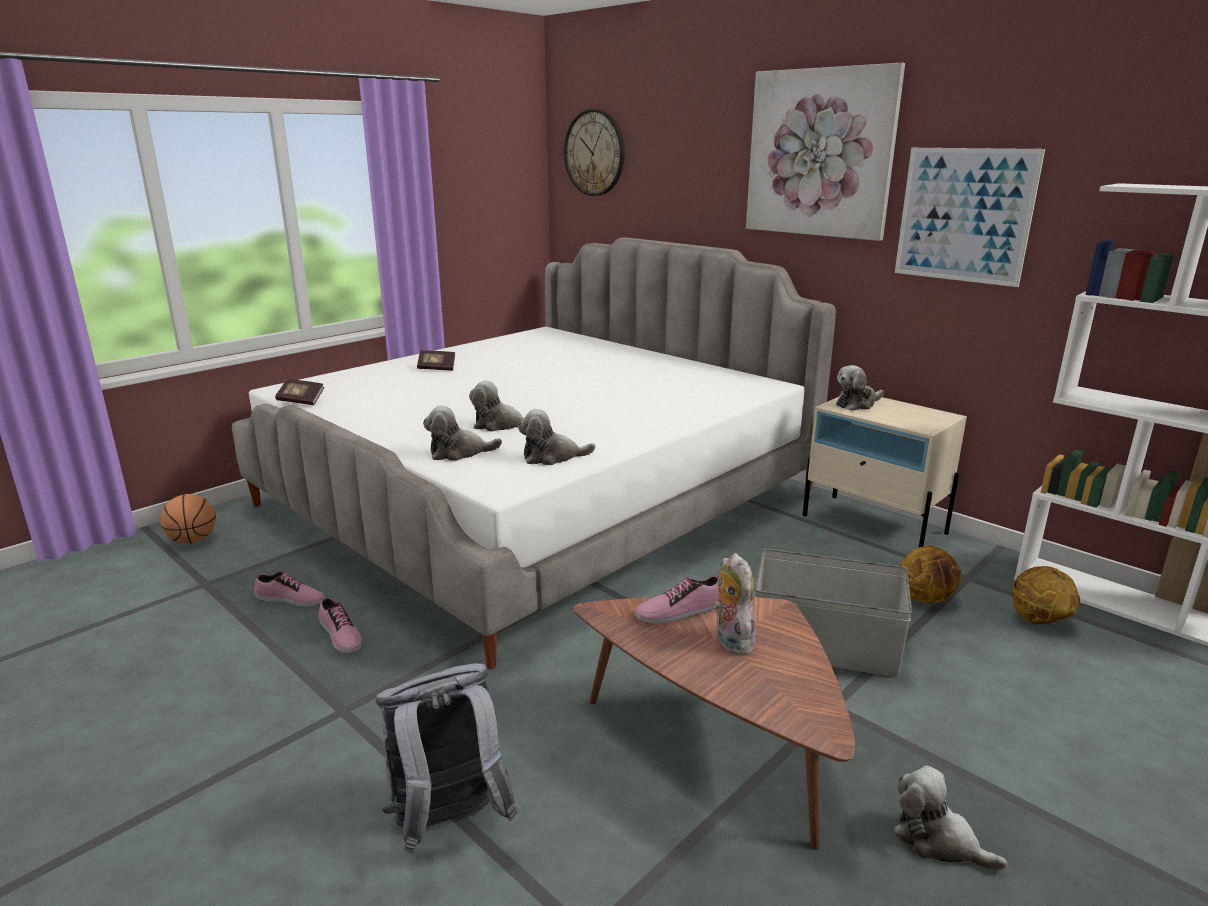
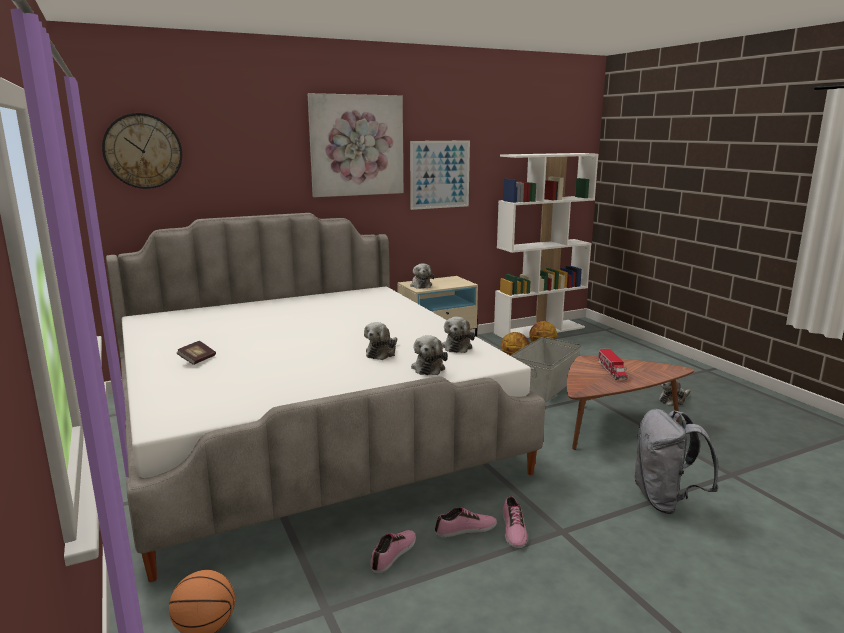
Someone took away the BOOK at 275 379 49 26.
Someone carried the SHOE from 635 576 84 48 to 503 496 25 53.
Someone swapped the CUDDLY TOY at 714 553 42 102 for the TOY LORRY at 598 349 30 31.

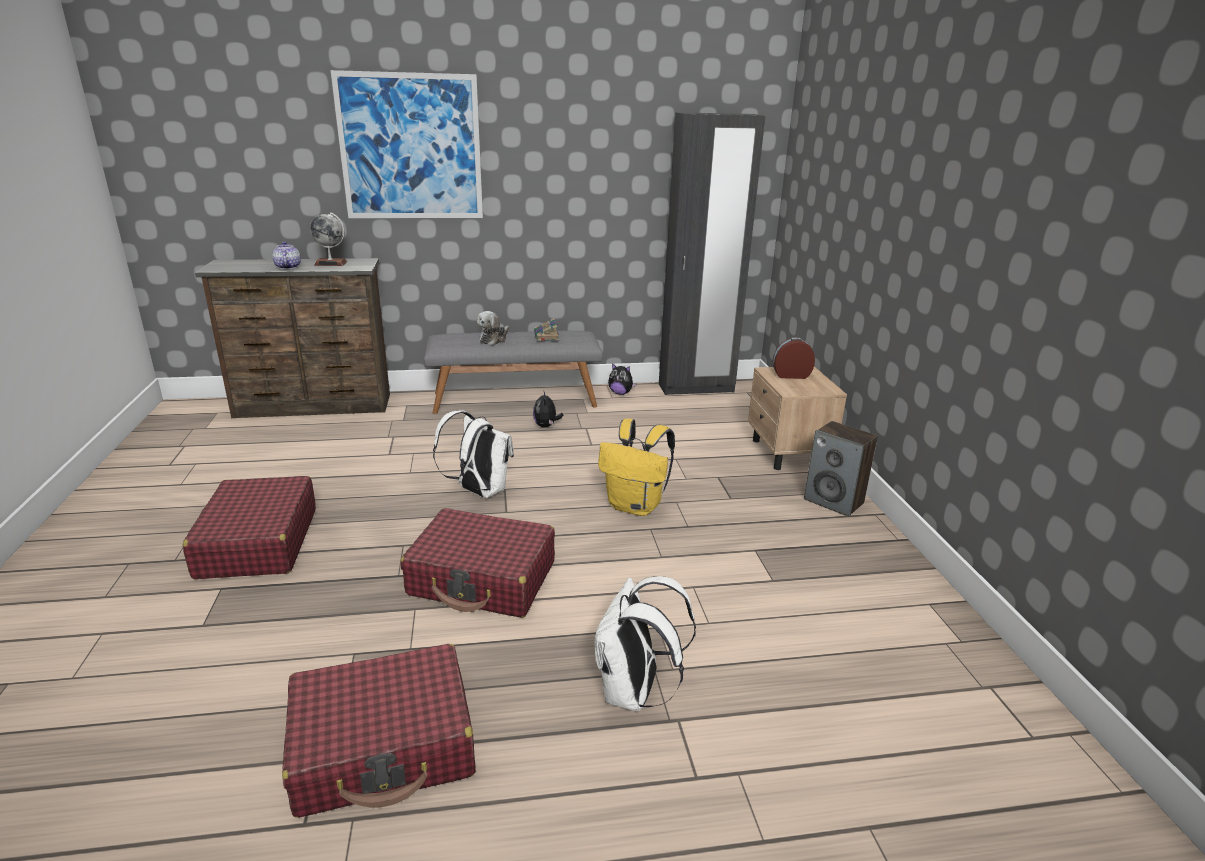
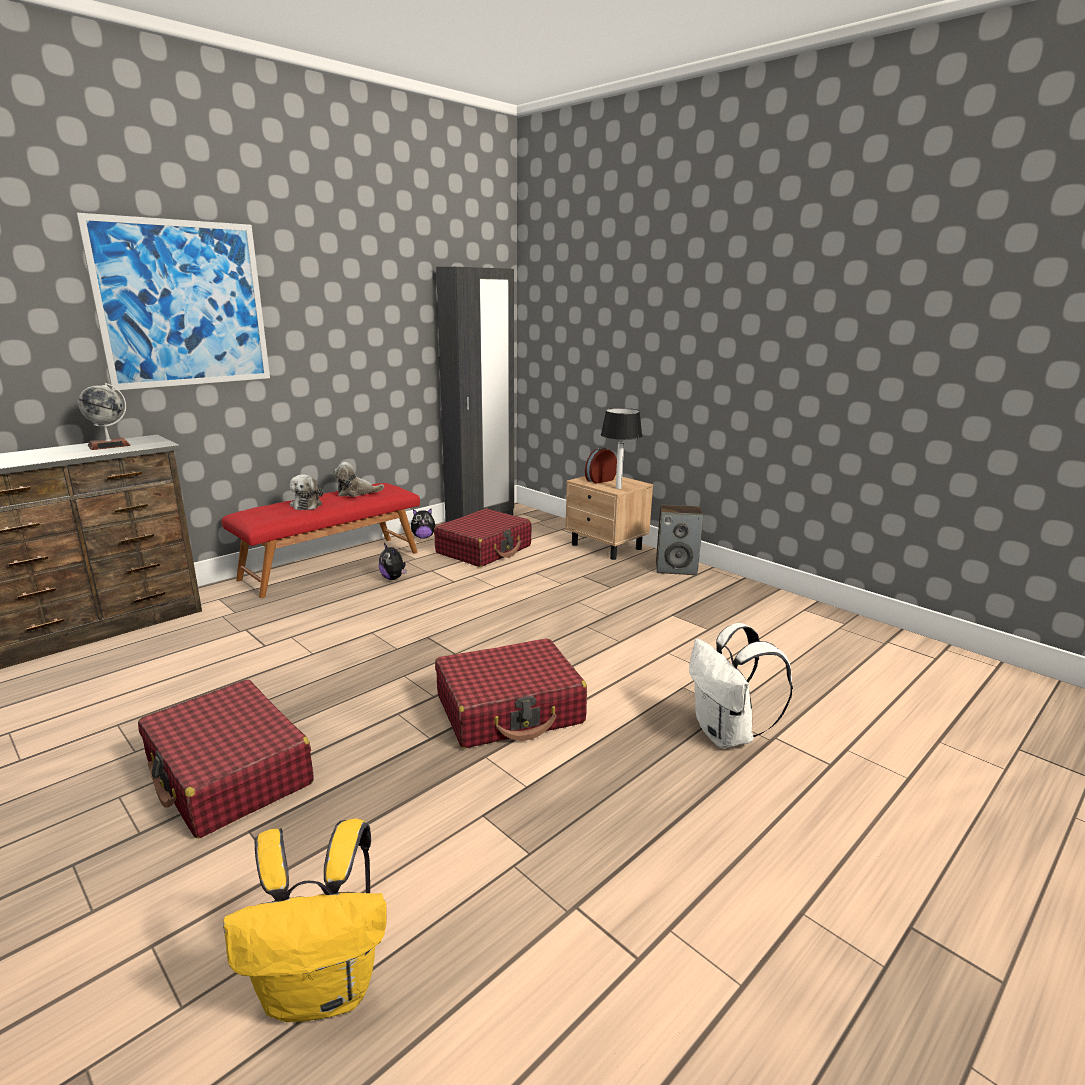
Someone took away the TEAPOT at 272 241 29 28.
Someone took away the WHITISH KNAPSACK at 433 411 81 87.
Someone put down the LAMP FOR A TABLE at 601 408 41 81.
Someone carried the RED-COLOURED SUITCASE from 282 644 194 174 to 434 509 97 58.
Someone carried the YELLOWISH KNAPSACK from 598 419 77 97 to 223 819 163 203.
Someone swapped the BOOK at 534 318 26 23 for the CUDDLY TOY at 333 462 51 35.
Someone repainted the GRAY BENCH at 424 331 179 83, which became the RED-COLOURED BENCH at 222 483 198 115.

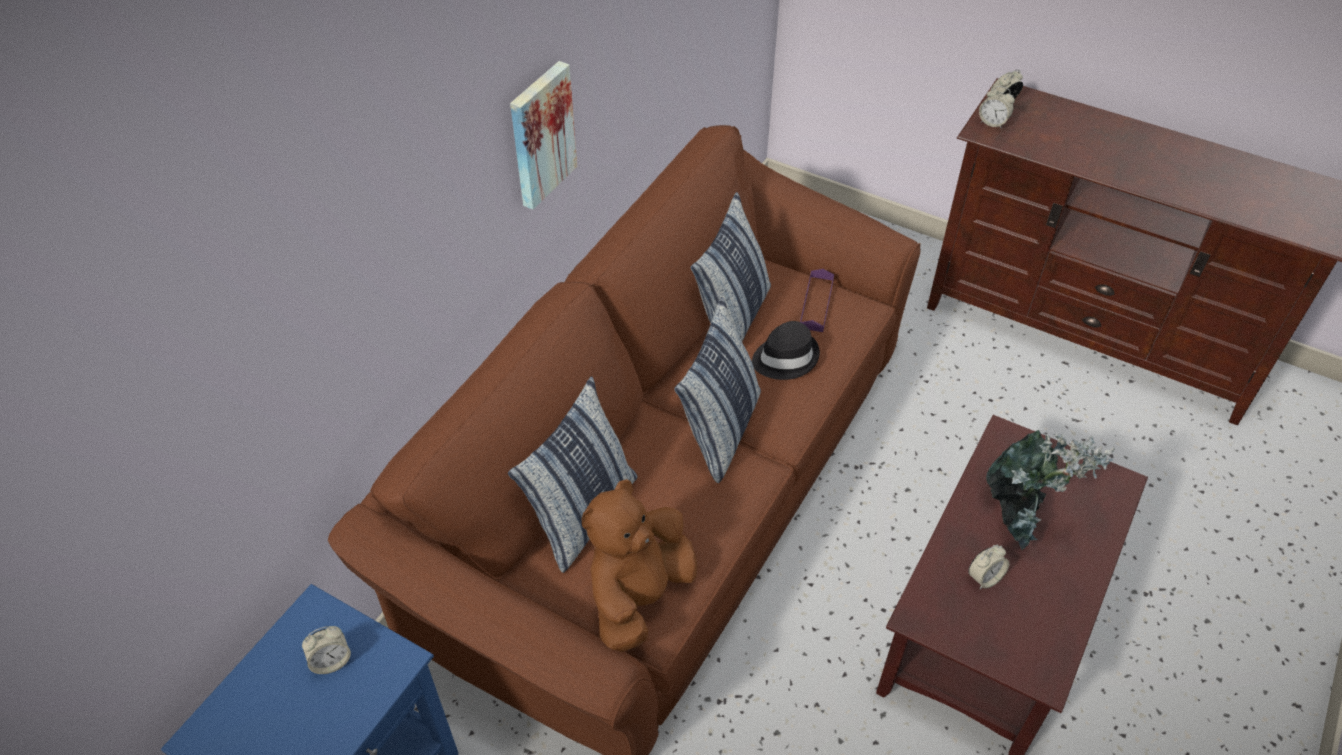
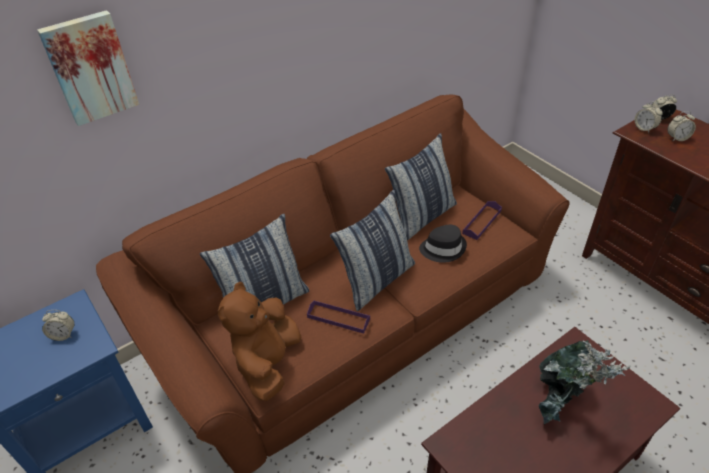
Someone put down the PURPLE-COLOURED SERVING TRAY at 307 300 63 34.
Someone carried the WALL ART from 510 61 67 148 to 37 10 102 116.
Someone carried the ALARM CLOCK from 968 545 41 44 to 667 111 29 31.
Someone rotated the BROWNISH CUDDLY TOY at 582 479 115 173 by 45 degrees counterclockwise.

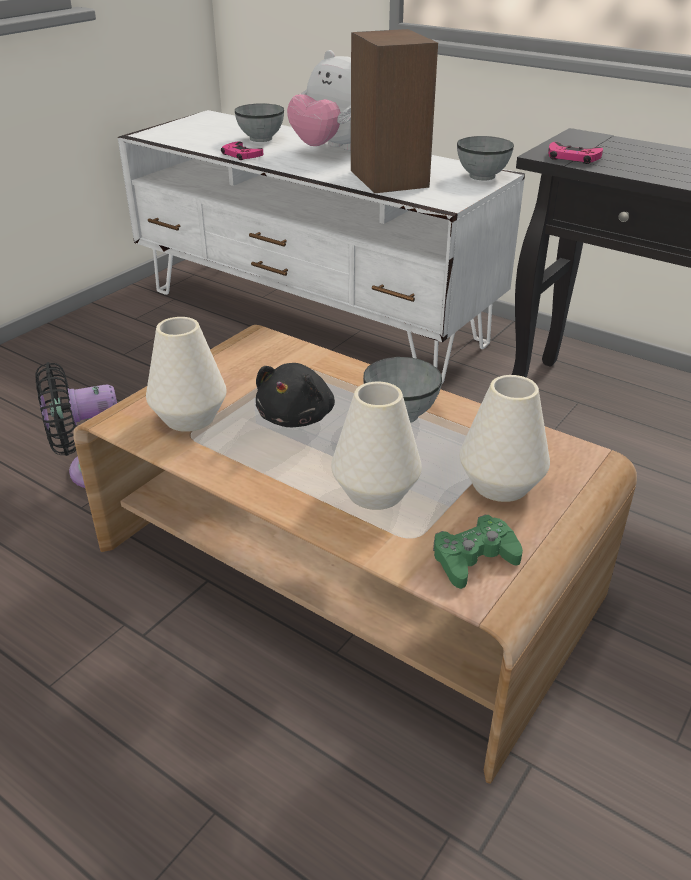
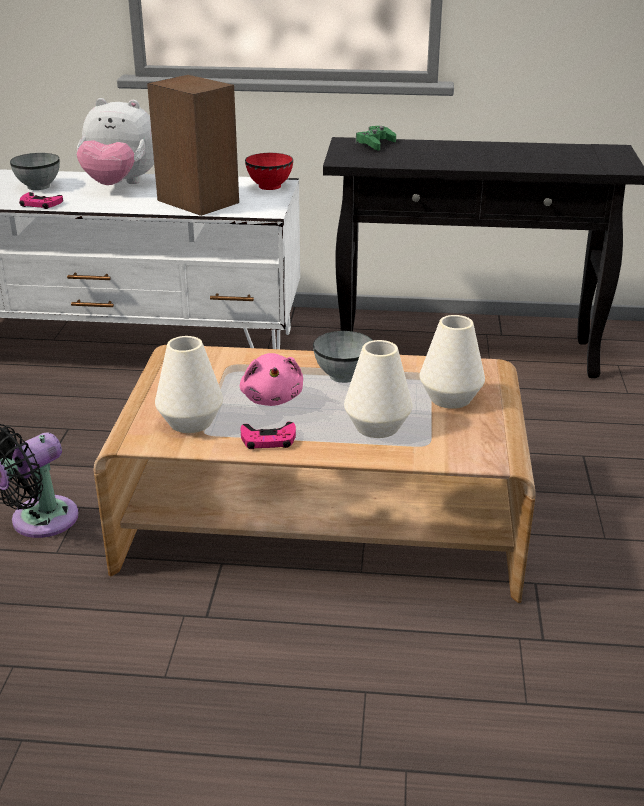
Someone carried the GREEN JOYPAD from 433 515 90 74 to 355 126 41 25.
Someone carried the PINK JOYPAD from 548 142 55 22 to 241 422 55 27.
Someone repainted the BLACK-COLOURED CUDDLY TOY at 256 363 79 64, which became the PINK CUDDLY TOY at 240 353 63 53.
Someone repainted the GRAY BOWL at 457 136 57 44, which became the RED-COLOURED BOWL at 245 153 48 37.

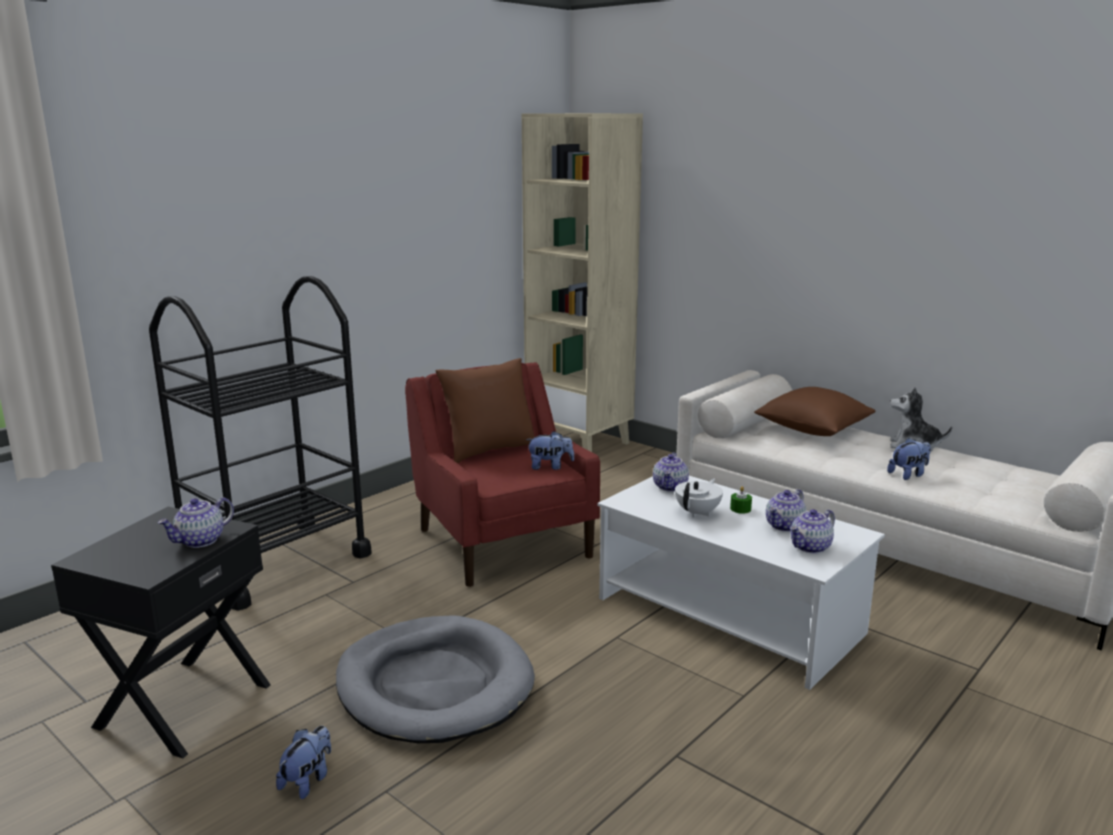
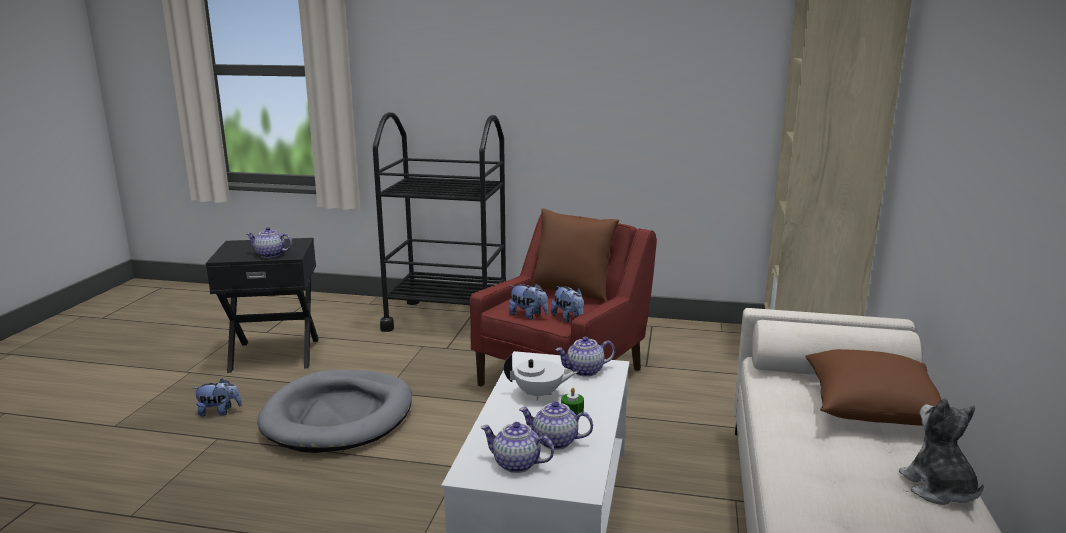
Someone carried the CUDDLY TOY from 887 438 44 42 to 509 283 39 36.

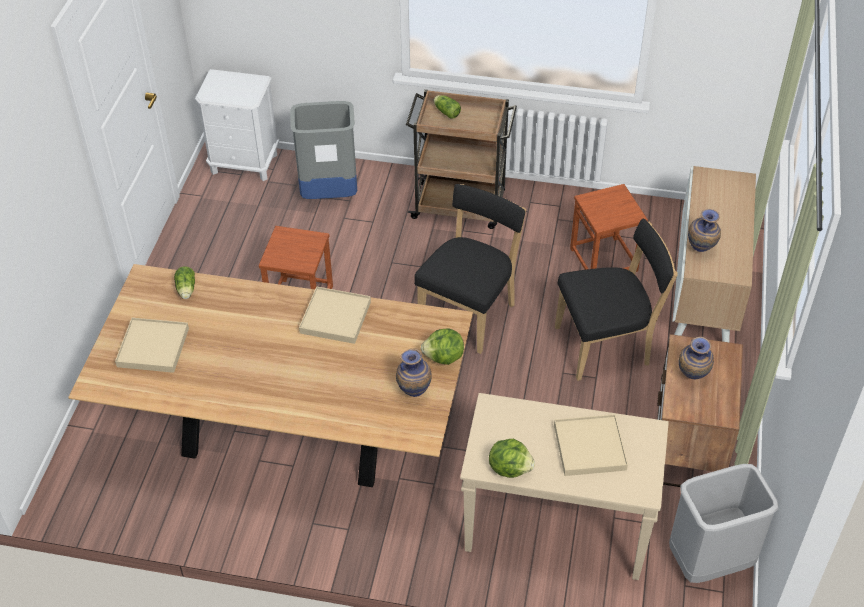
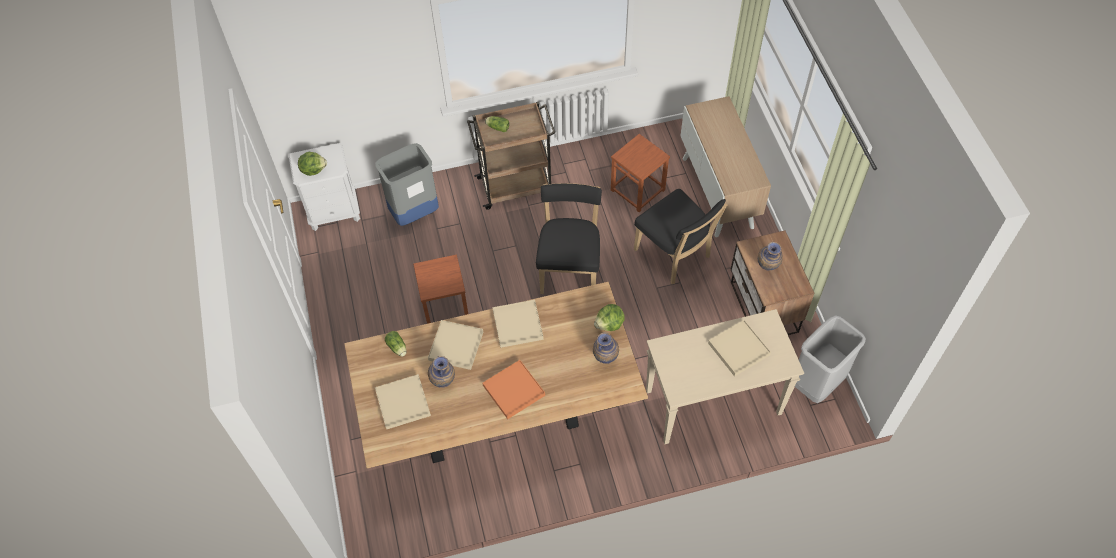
Someone put down the BEIGE SERVING TRAY at 428 320 55 50.
Someone put down the ORANGEY SERVING TRAY at 483 360 62 59.
Someone carried the HEAD OF LETTUCE from 489 439 46 39 to 298 152 29 24.
Someone carried the DECORATIVE VASE from 688 209 33 43 to 428 356 27 32.
Someone rotated the BLACK-COLOURED PLAIN CHAIR at 555 219 122 162 by 90 degrees clockwise.

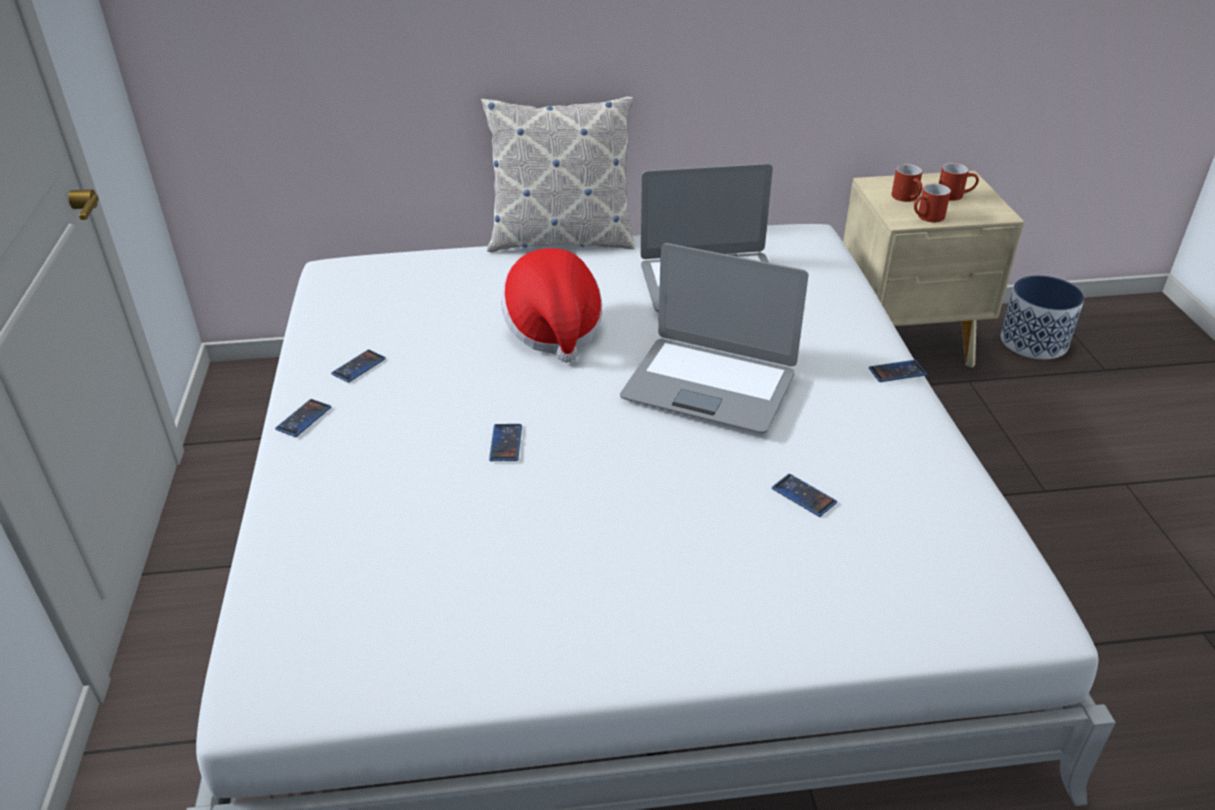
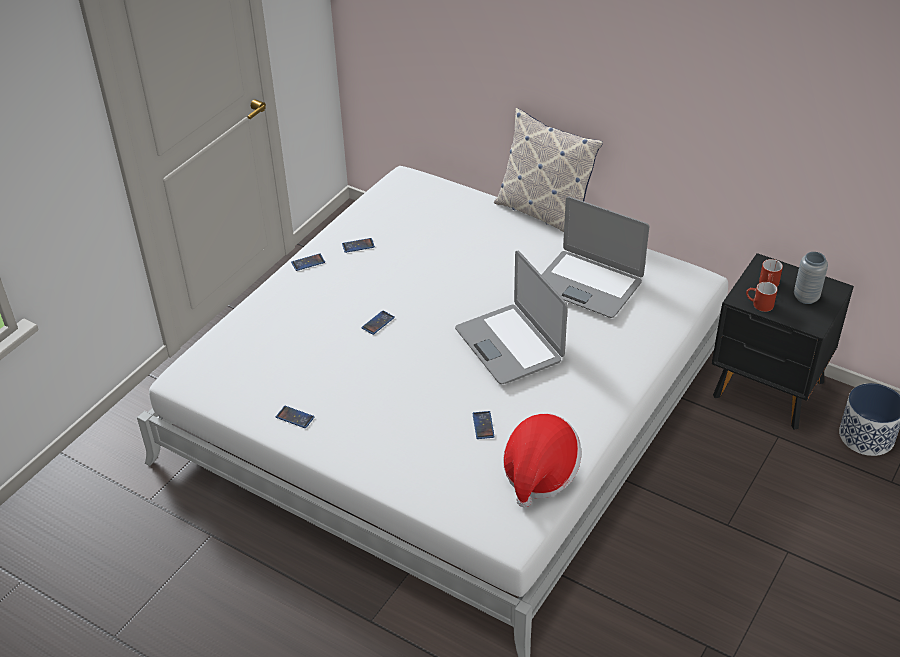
Someone carried the HAT from 501 248 101 115 to 503 413 79 95.
Someone carried the TELEPHONE from 869 360 58 22 to 276 406 39 22.
Someone swapped the RED-COLOURED MUG at 939 163 40 38 for the GRAY DECORATIVE VASE at 794 252 34 52.
Someone repainted the BEIGE NIGHT TABLE at 843 171 181 197, which became the BLACK-COLOURED NIGHT TABLE at 712 253 142 177.

